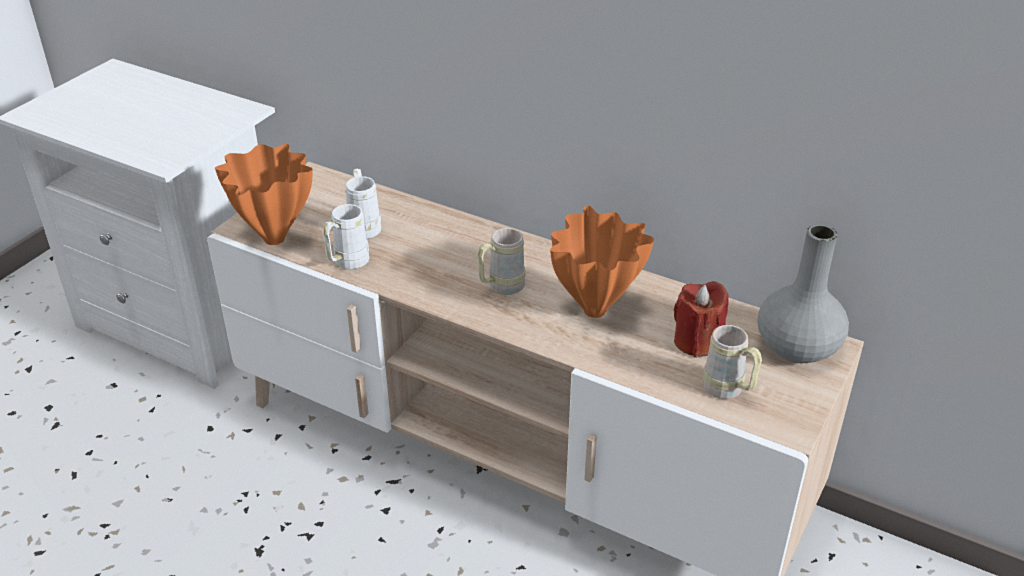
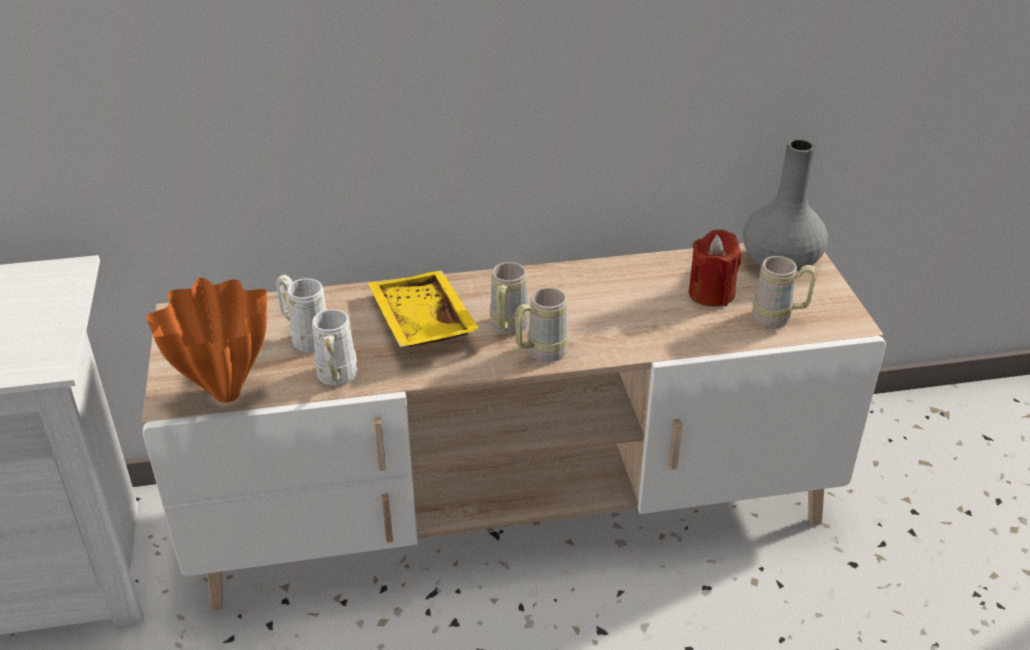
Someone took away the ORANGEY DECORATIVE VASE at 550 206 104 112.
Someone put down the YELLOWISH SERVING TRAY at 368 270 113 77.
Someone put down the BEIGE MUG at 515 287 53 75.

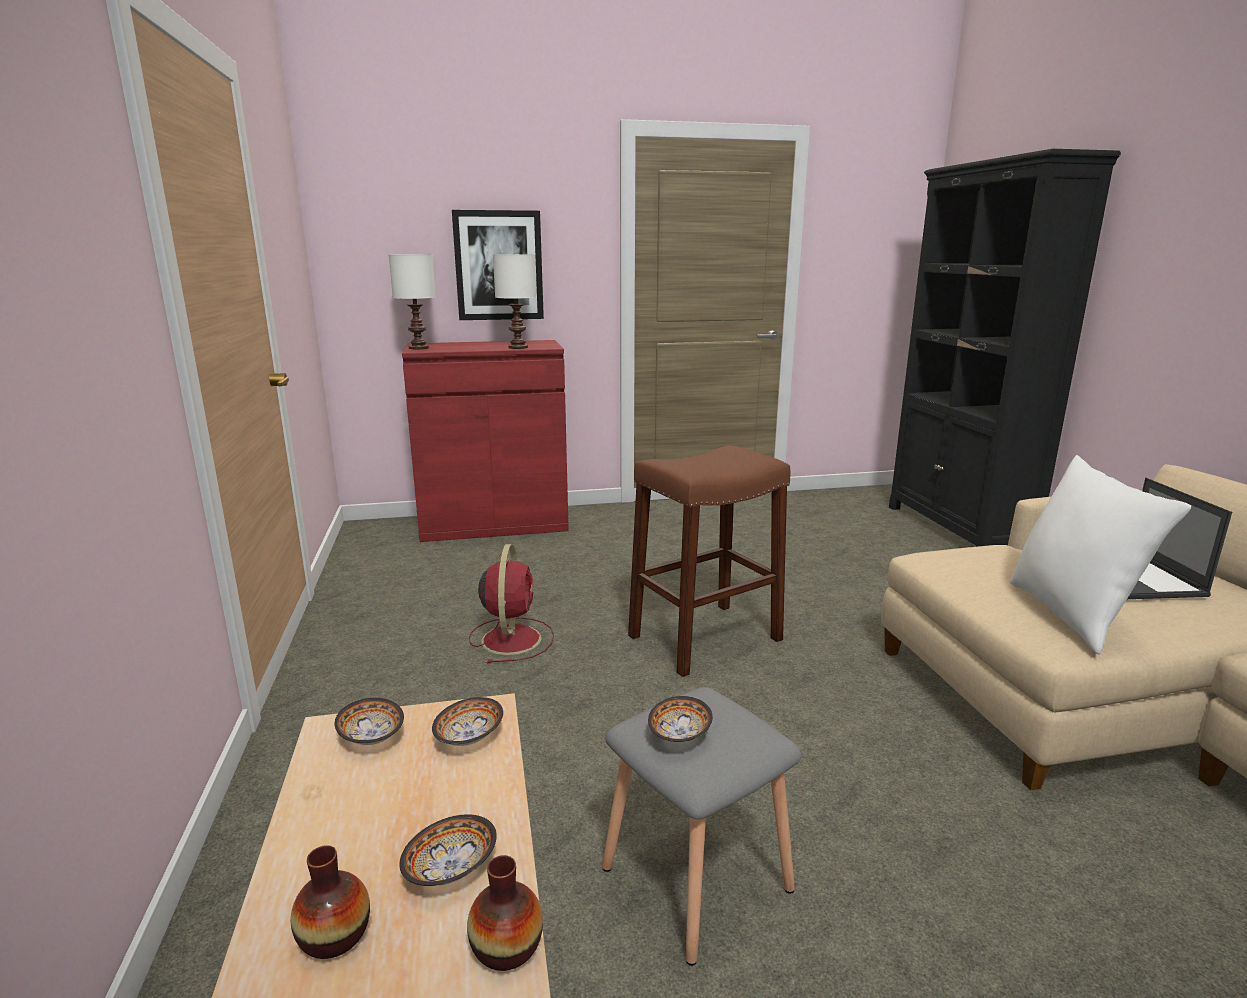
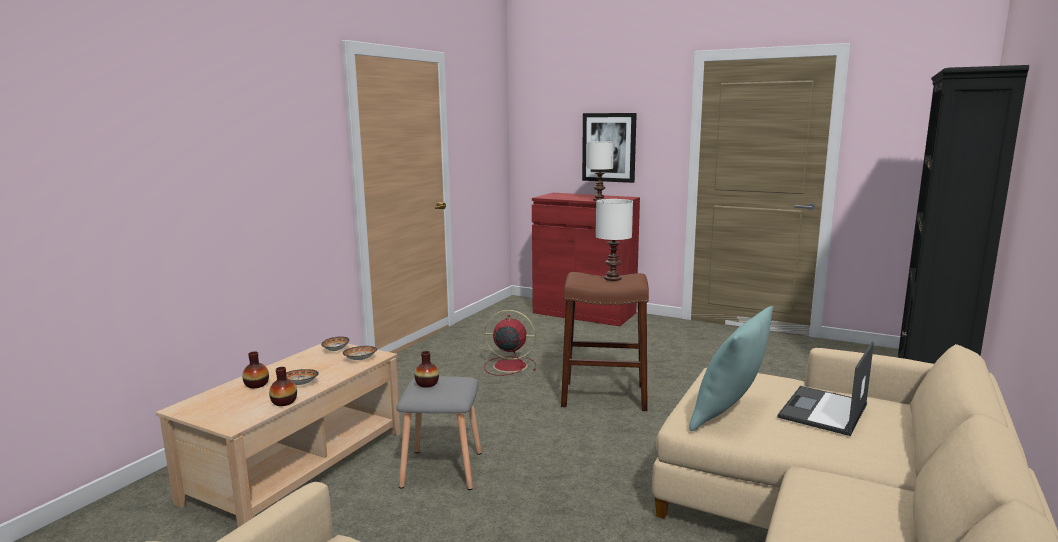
Someone carried the WHITISH LAMP FOR A TABLE from 389 254 47 95 to 596 199 37 82.
Someone swapped the BOWL at 648 696 65 48 for the DECORATIVE VASE at 414 351 25 37.
Someone repainted the WHITISH CUSHION at 1010 455 181 199, which became the TURQUOISE CUSHION at 689 306 84 125.
Someone rotated the RED-COLOURED ELECTRIC FAN at 469 544 85 120 by 120 degrees counterclockwise.

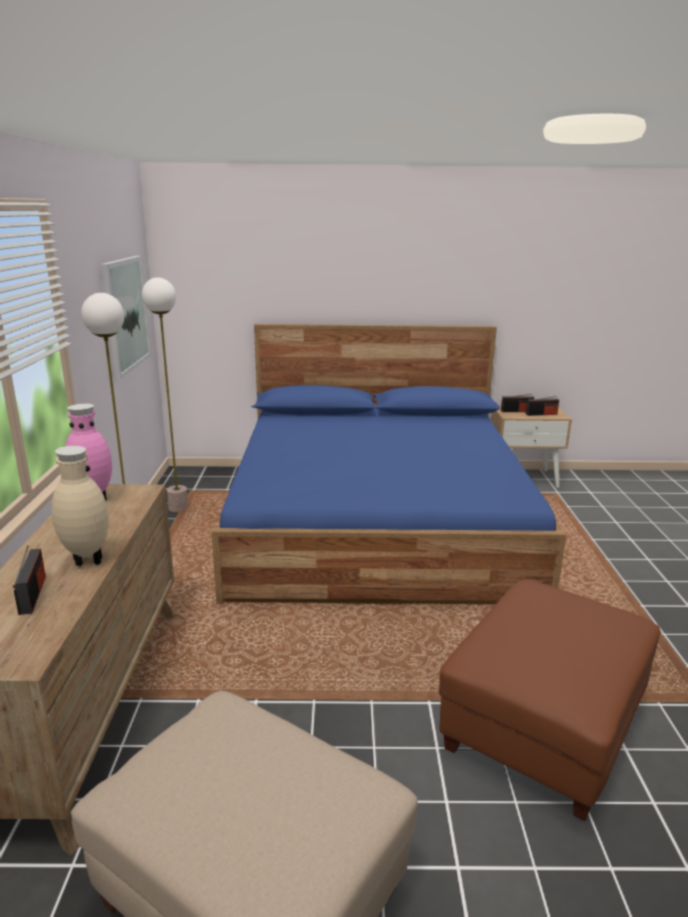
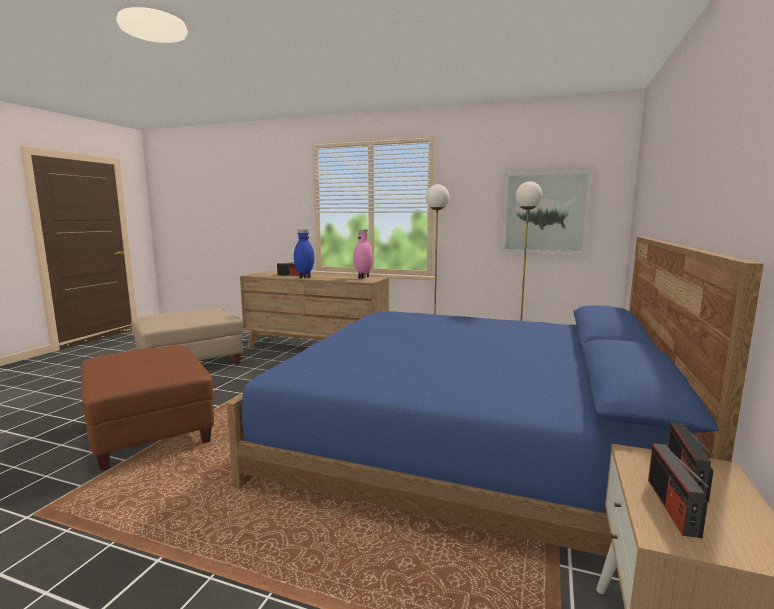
Someone repainted the BEIGE DECORATIVE VASE at 51 446 58 120, which became the BLUE DECORATIVE VASE at 294 229 20 49.

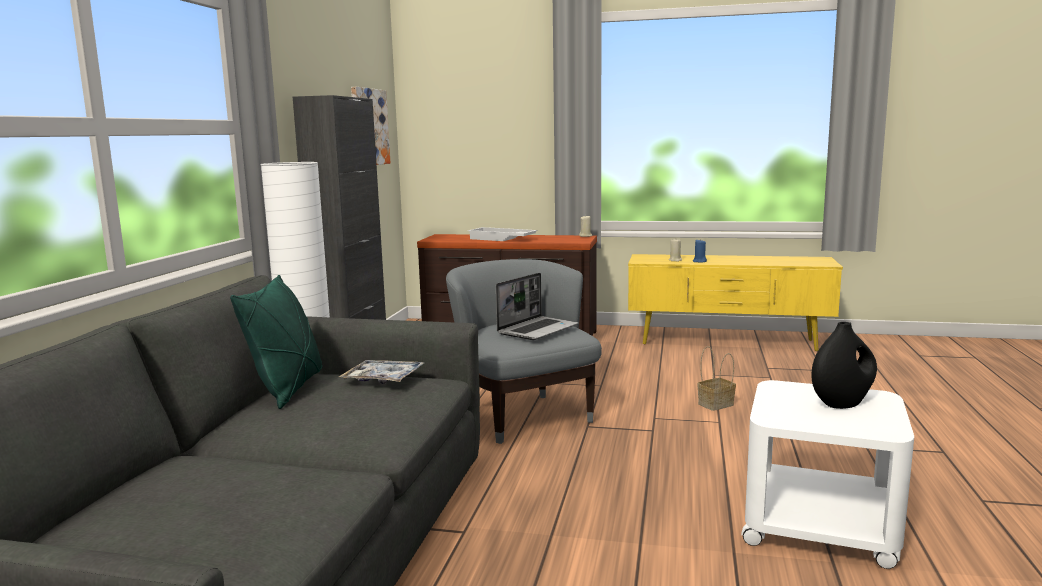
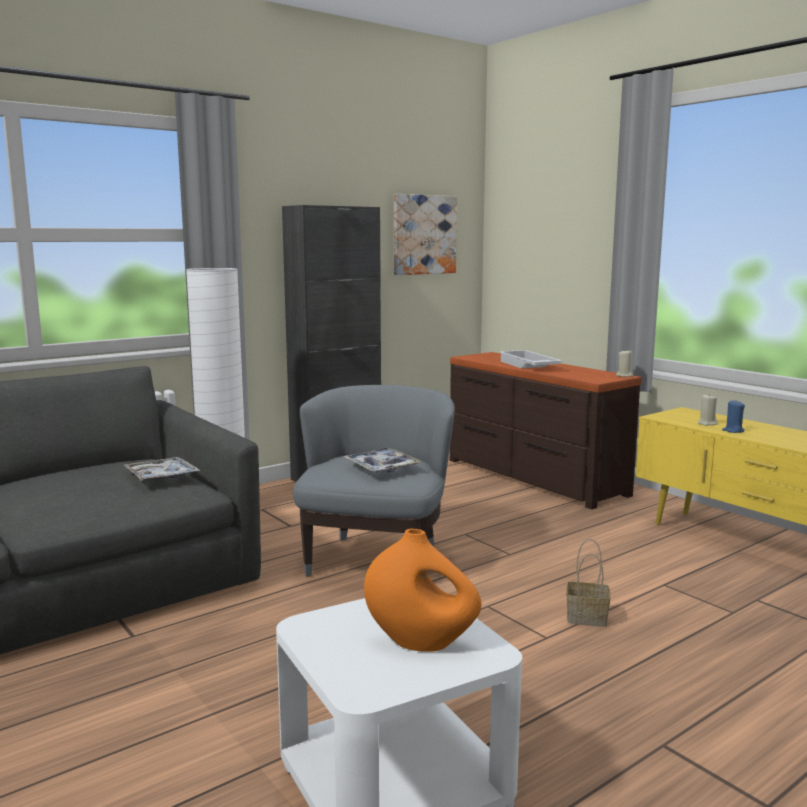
Someone took away the GREEN CUSHION at 230 275 92 134.
Someone swapped the LAPTOP at 496 273 83 67 for the SERVING TRAY at 344 448 78 25.
Someone repainted the BLACK-COLOURED DECORATIVE VASE at 811 322 66 87, which became the ORANGEY DECORATIVE VASE at 364 529 117 123.

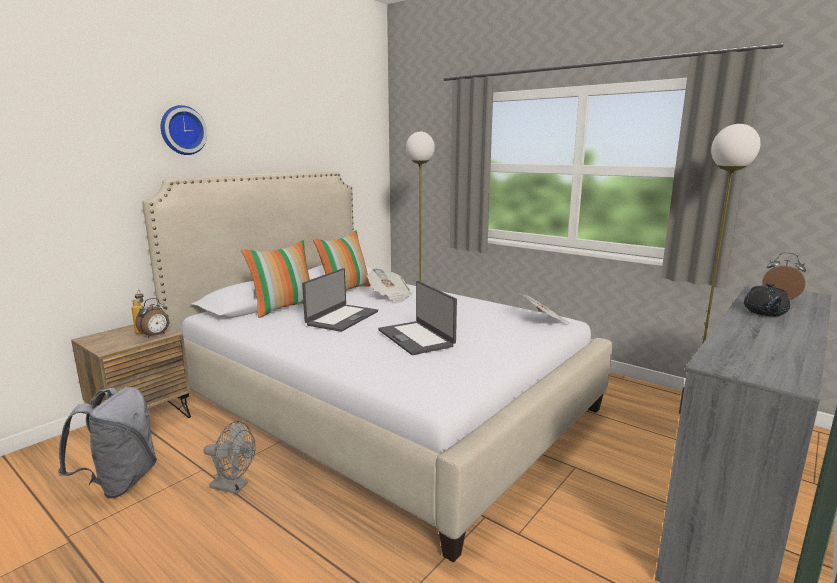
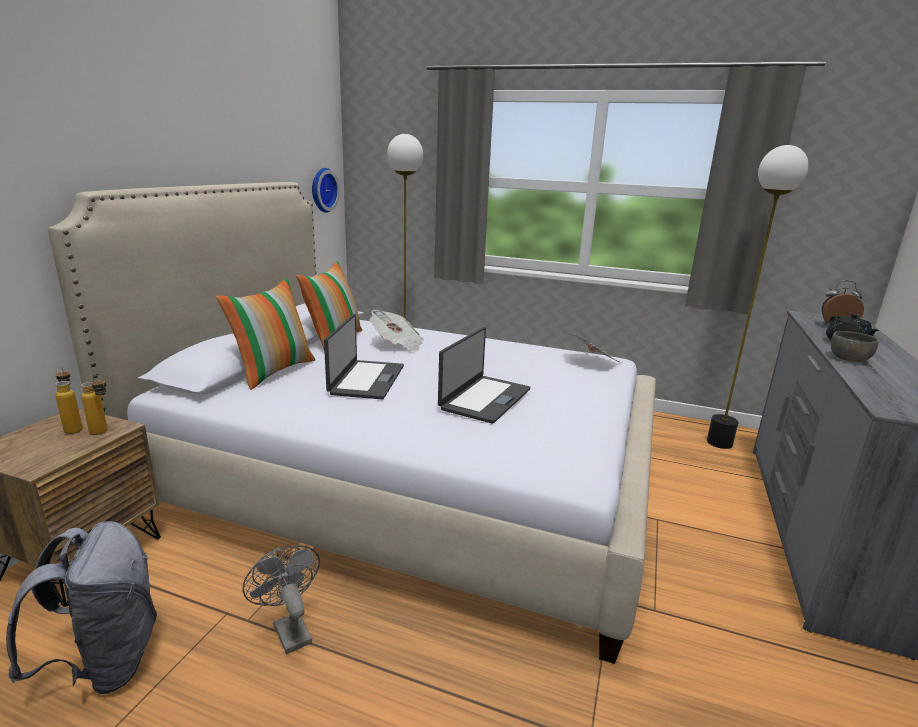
Someone put down the GRAY BOWL at 831 331 47 31.
Someone carried the HANGING CLOCK from 161 105 46 50 to 312 168 28 45.
Someone swapped the ALARM CLOCK at 135 298 34 40 for the BOTTLE at 81 375 26 60.
Someone rotated the GRAY ELECTRIC FAN at 204 421 52 73 by 120 degrees counterclockwise.
Someone rotated the LAPTOP at 378 281 79 74 by 105 degrees counterclockwise.

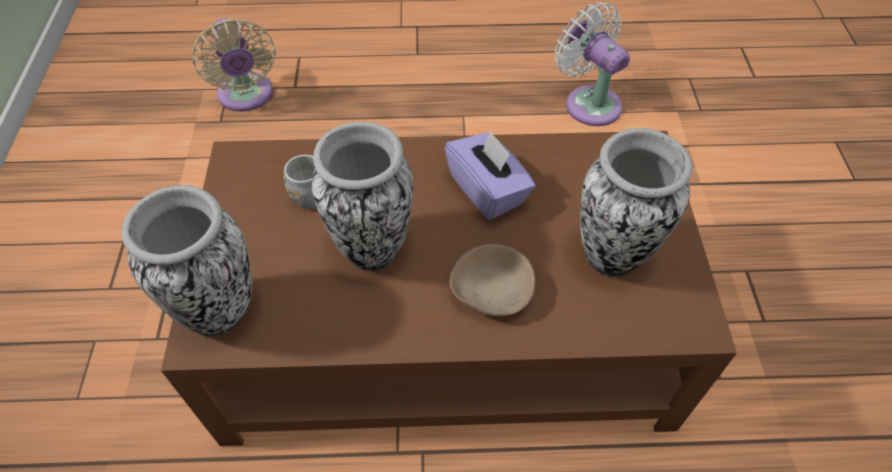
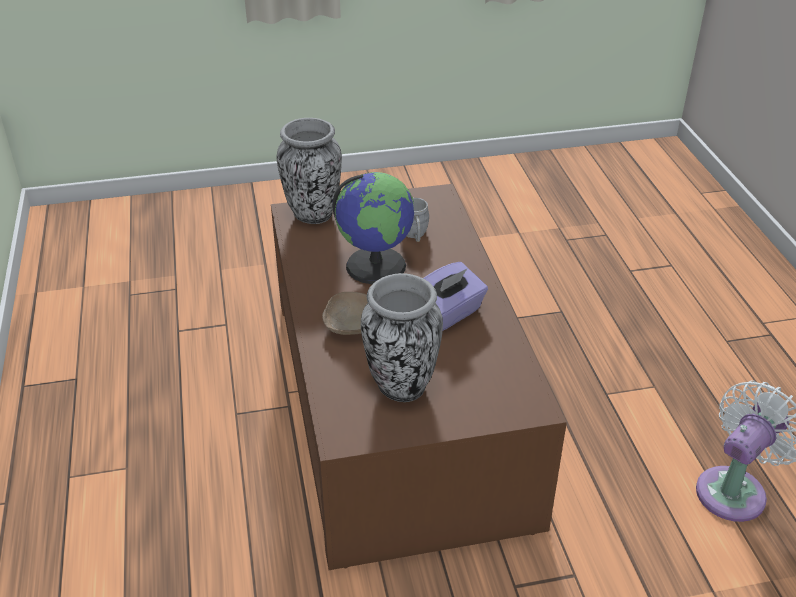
Someone took away the BEIGE ELECTRIC FAN at 192 18 84 94.
Someone swapped the DECORATIVE VASE at 312 122 101 149 for the WORLD GLOBE at 332 172 82 112.

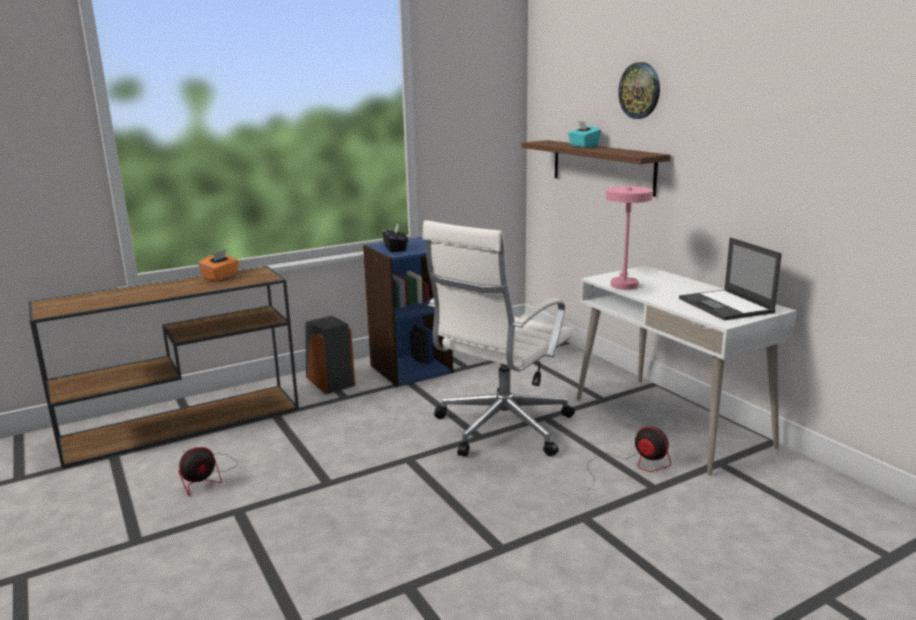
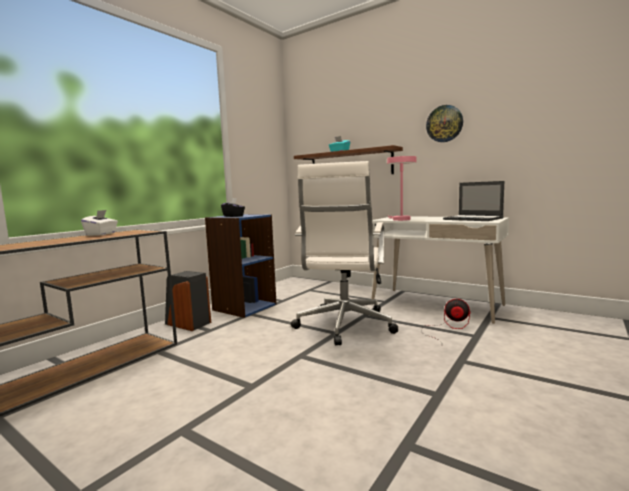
Someone took away the ELECTRIC FAN at 179 447 59 49.
Someone carried the HANGING CLOCK from 618 62 42 57 to 426 105 37 37.
Someone repainted the ORANGEY TISSUE HOLDER at 198 250 41 31, which became the WHITISH TISSUE HOLDER at 81 210 37 26.

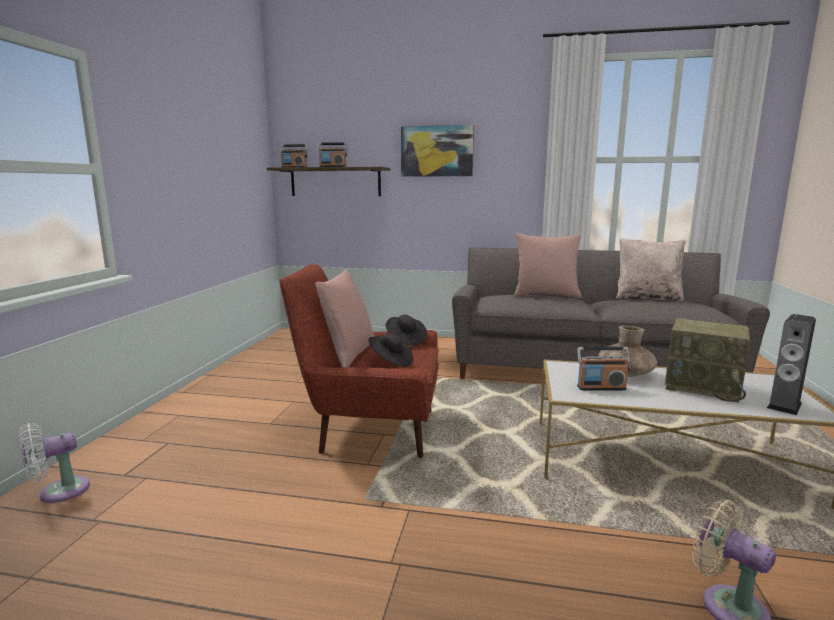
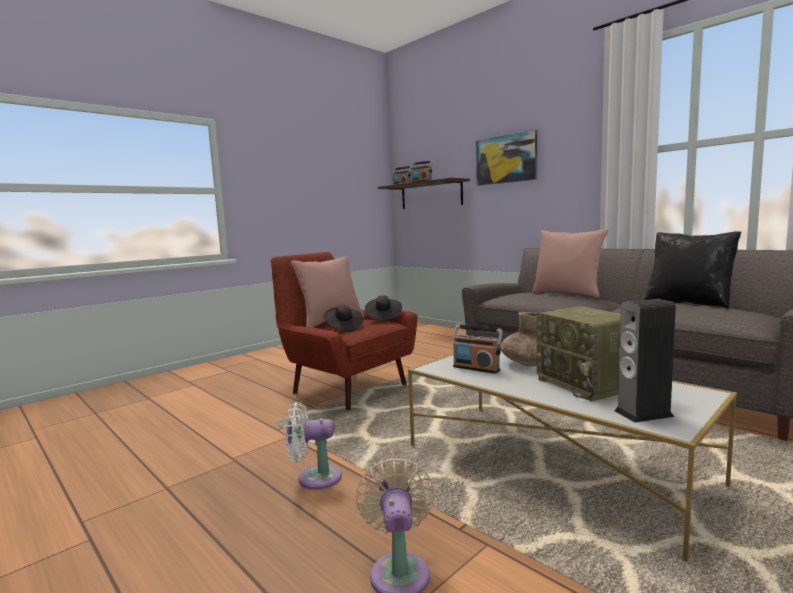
Someone carried the WHITISH ELECTRIC FAN from 19 423 71 80 to 285 402 57 88.
Someone repainted the BEIGE CUSHION at 615 238 71 64, which became the BLACK-COLOURED CUSHION at 644 231 97 78.

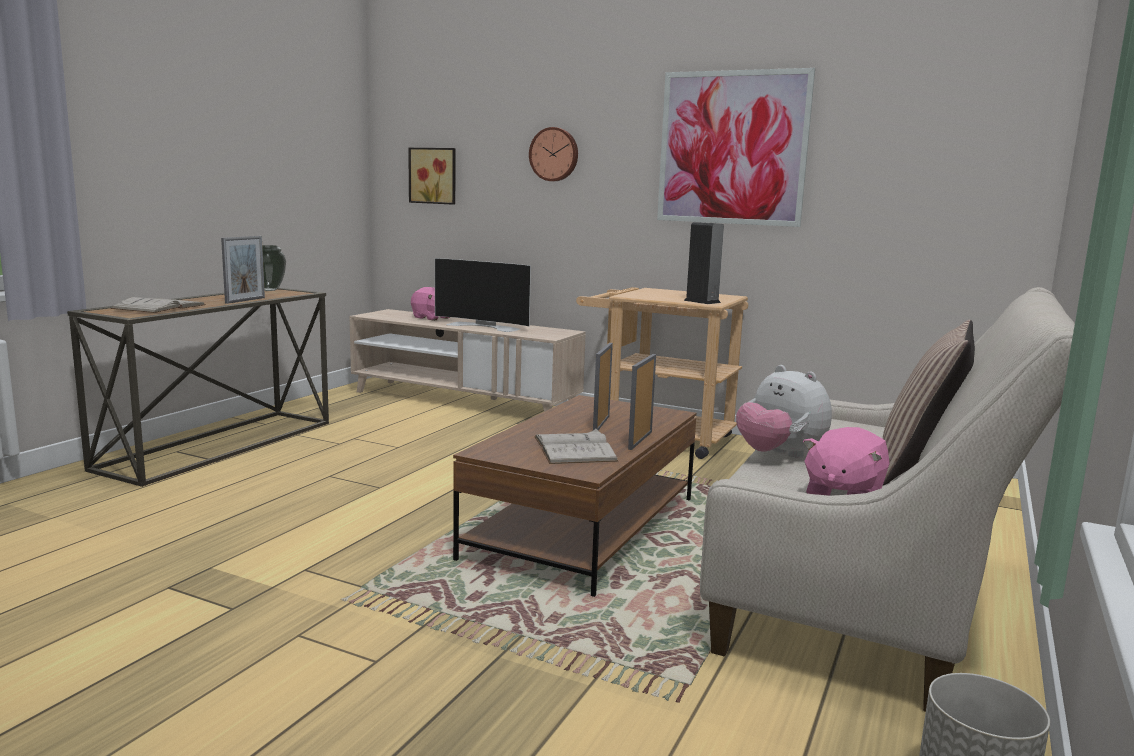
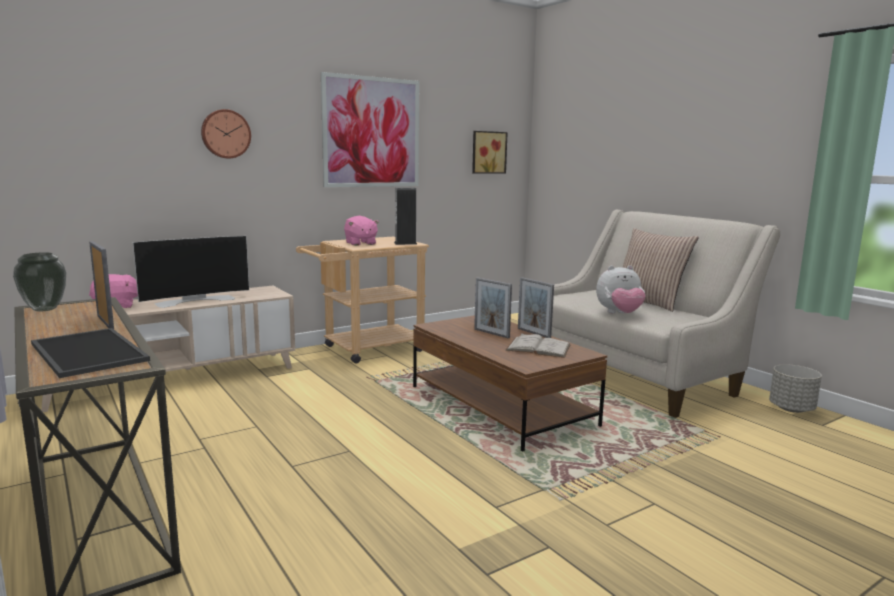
Someone carried the WALL ART from 408 148 47 57 to 472 131 36 43.
Someone carried the PINK CUDDLY TOY from 803 427 87 69 to 344 216 35 30.
Someone swapped the WHITISH BOOK at 110 297 96 16 for the SERVING TRAY at 31 328 119 50.

